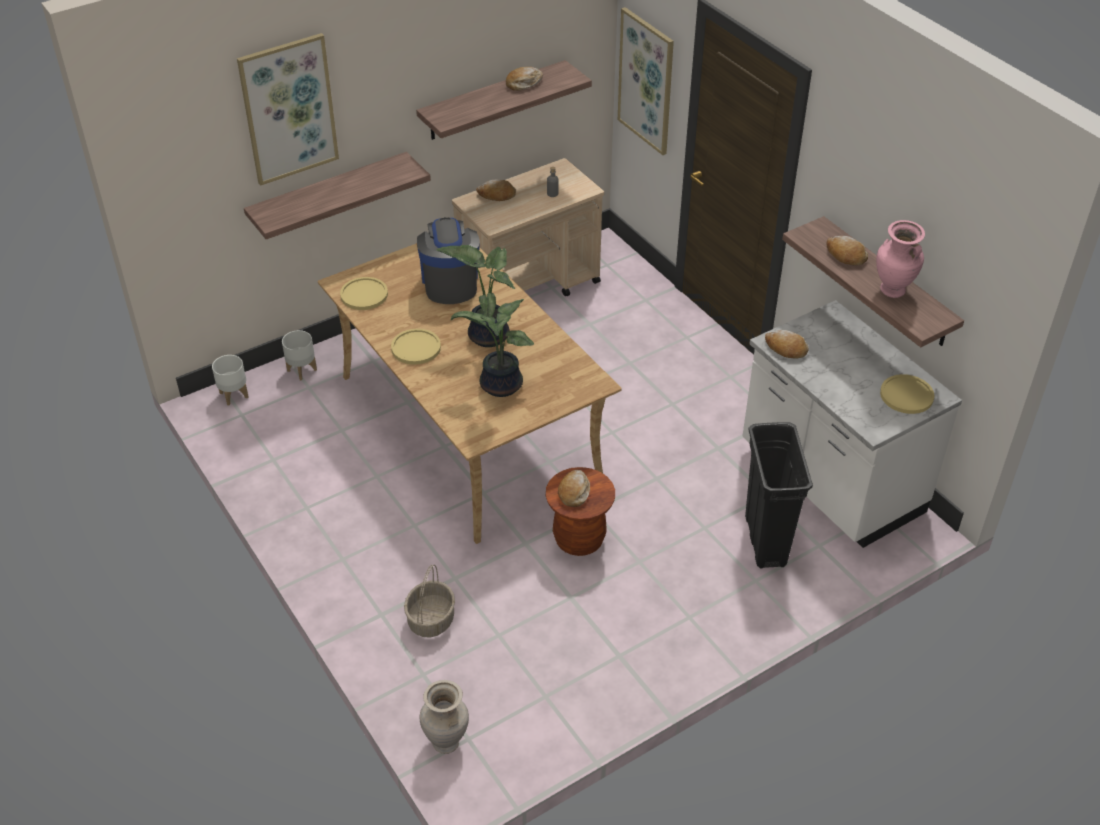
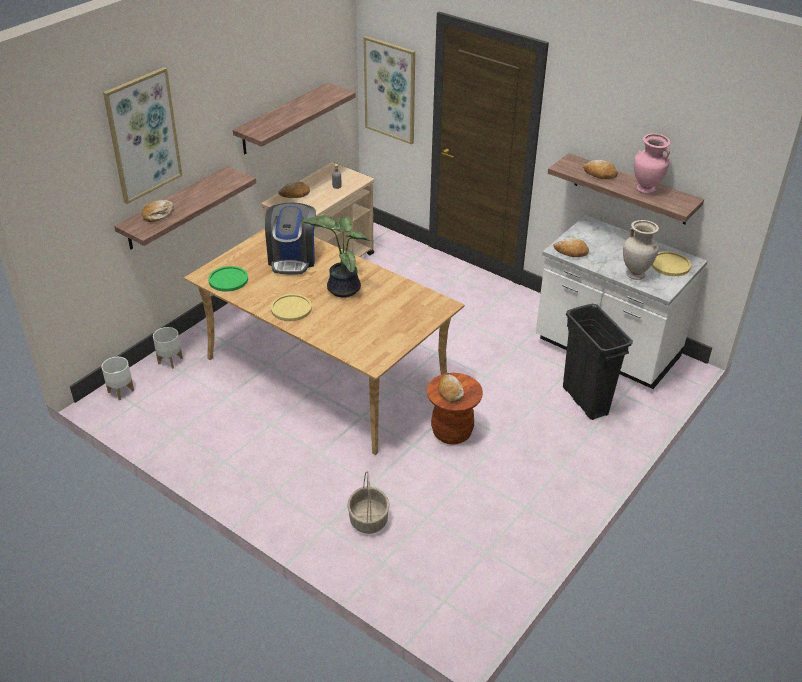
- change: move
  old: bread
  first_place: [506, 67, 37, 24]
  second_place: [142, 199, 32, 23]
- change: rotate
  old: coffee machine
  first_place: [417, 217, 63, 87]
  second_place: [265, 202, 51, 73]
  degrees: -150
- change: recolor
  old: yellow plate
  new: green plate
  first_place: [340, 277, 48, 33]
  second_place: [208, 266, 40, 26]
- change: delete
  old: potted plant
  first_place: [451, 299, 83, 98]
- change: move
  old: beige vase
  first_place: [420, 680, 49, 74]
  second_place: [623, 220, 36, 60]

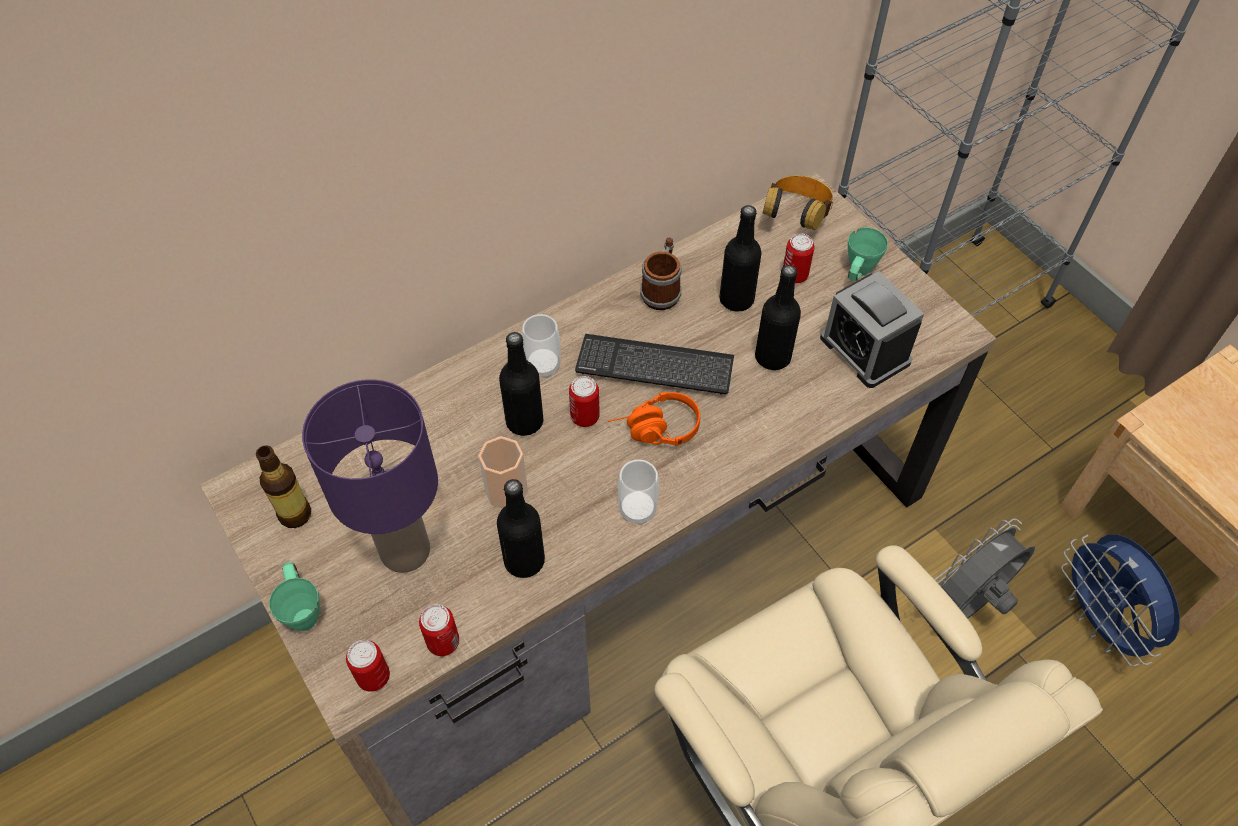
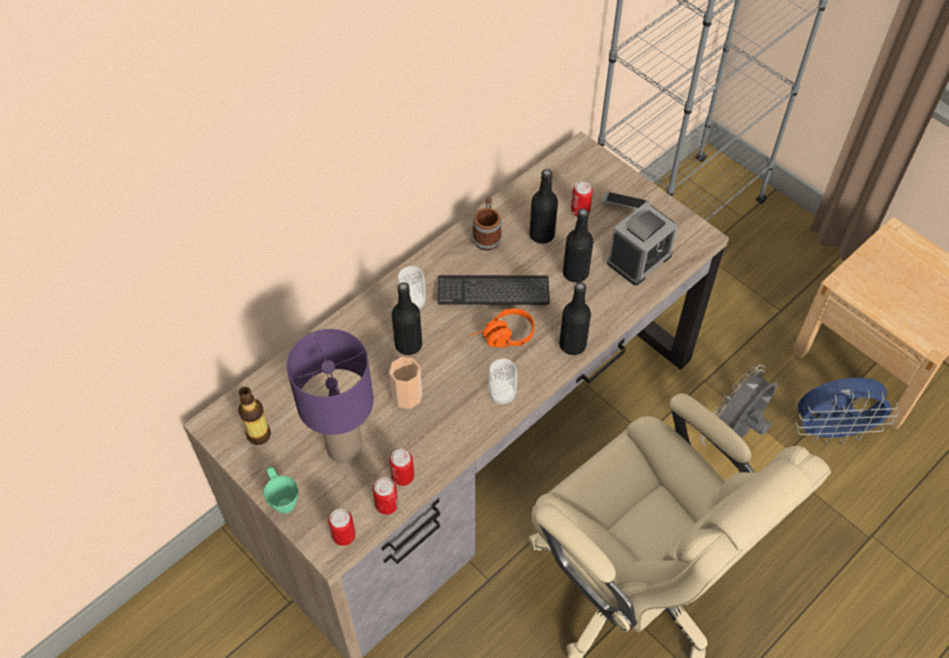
- change: delete
  old: headphones
  first_place: [762, 176, 71, 54]
- change: replace
  old: green mug
  new: phone
  first_place: [848, 227, 40, 54]
  second_place: [602, 192, 47, 17]
- change: rotate
  old: alarm clock
  first_place: [820, 271, 104, 117]
  second_place: [607, 202, 71, 83]
  degrees: -90
- change: move
  old: can
  first_place: [569, 376, 31, 51]
  second_place: [389, 449, 25, 37]
- change: move
  old: black bottle
  first_place: [497, 479, 48, 99]
  second_place: [559, 282, 32, 73]
- change: rotate
  old: blue fan
  first_place: [1061, 534, 119, 133]
  second_place: [795, 378, 103, 67]
  degrees: -60

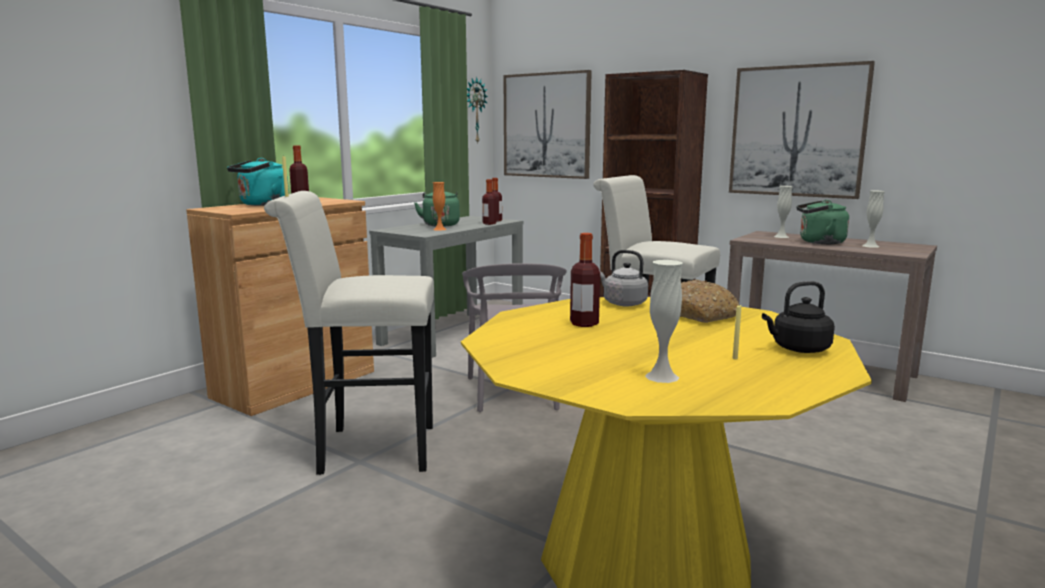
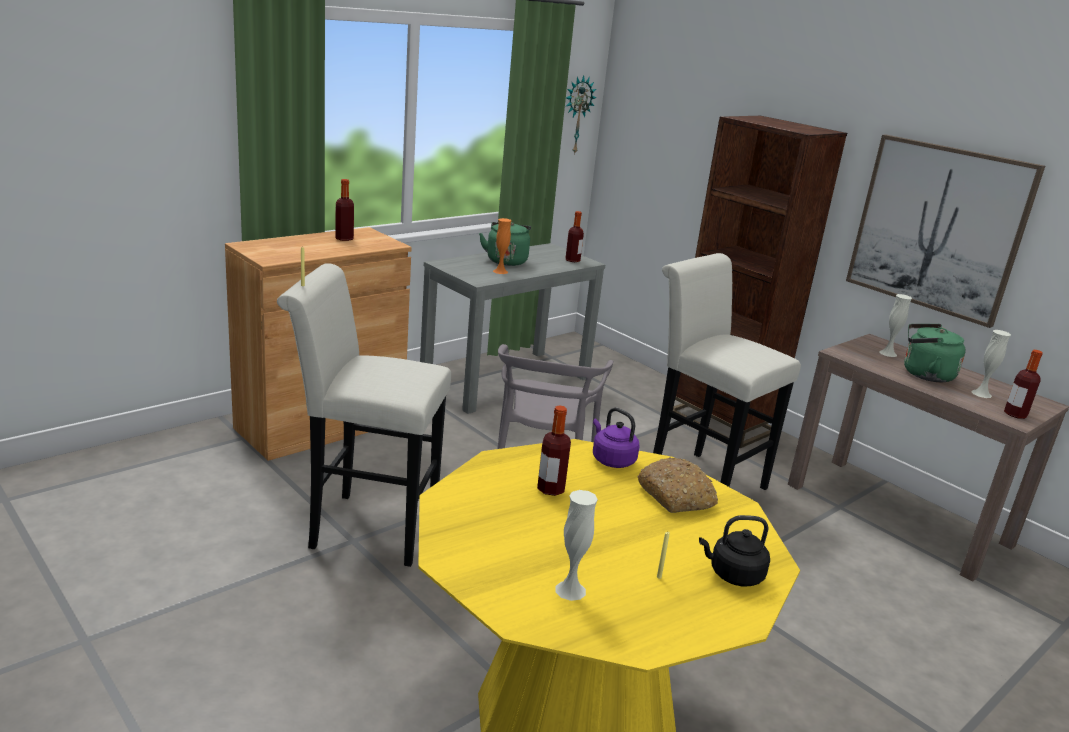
- change: delete
  old: picture
  first_place: [504, 70, 88, 109]
- change: delete
  old: turquoise kettle
  first_place: [227, 158, 62, 48]
- change: move
  old: bottle
  first_place: [482, 179, 15, 46]
  second_place: [1004, 350, 39, 69]
- change: recolor
  old: grey kettle
  new: purple kettle
  first_place: [599, 250, 49, 56]
  second_place: [593, 408, 47, 60]

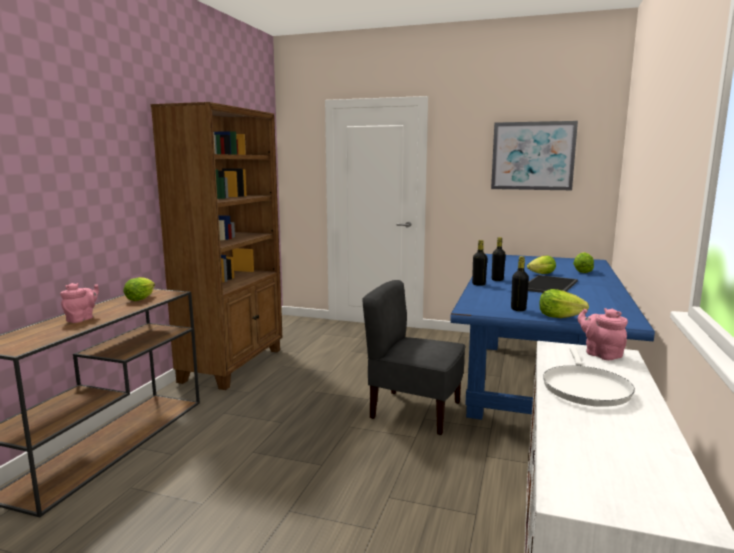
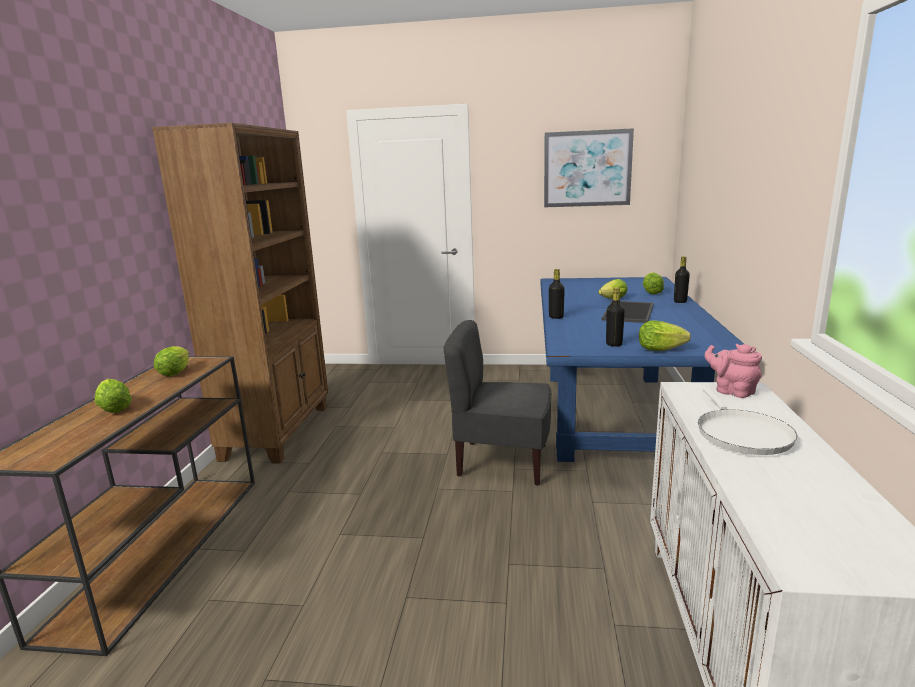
- change: move
  old: black bottle
  first_place: [492, 237, 14, 44]
  second_place: [674, 256, 16, 47]
- change: replace
  old: pink teapot
  new: lettuce
  first_place: [60, 283, 39, 40]
  second_place: [95, 379, 37, 34]

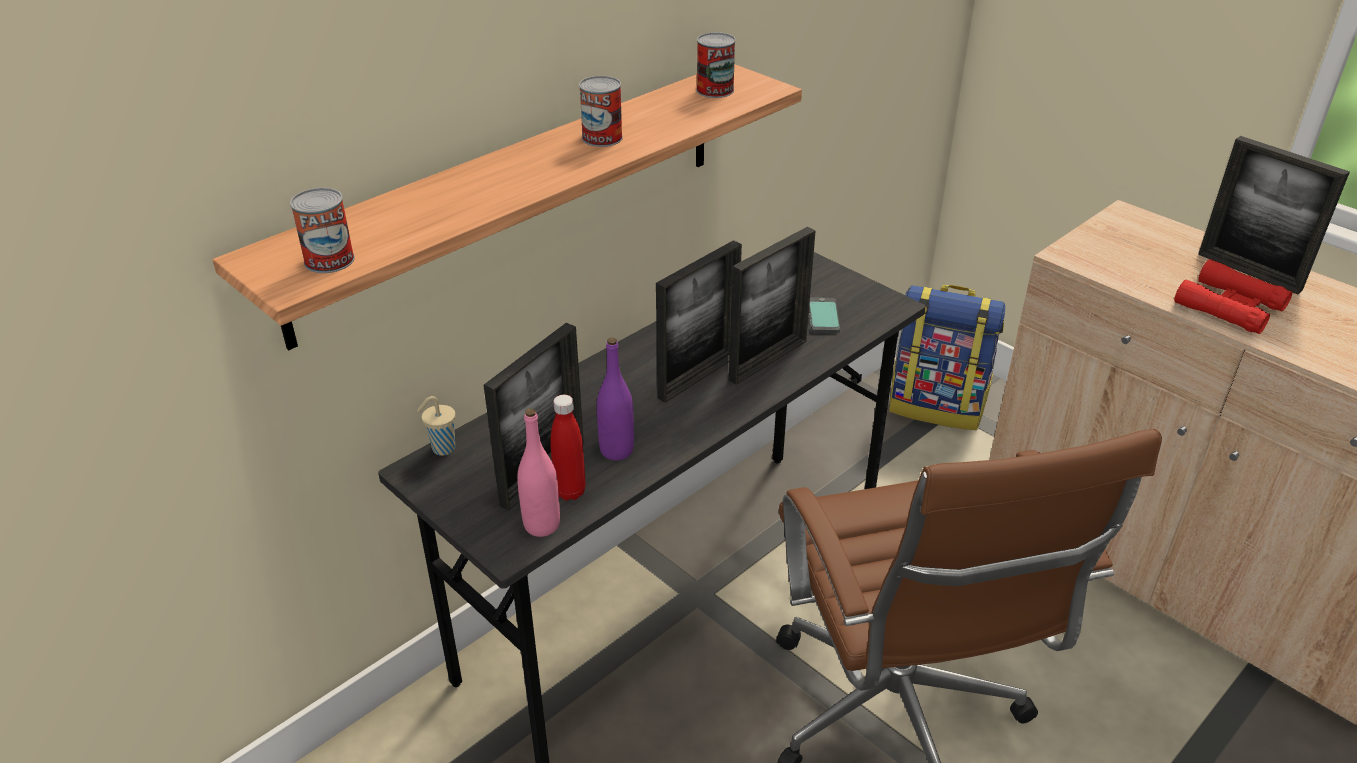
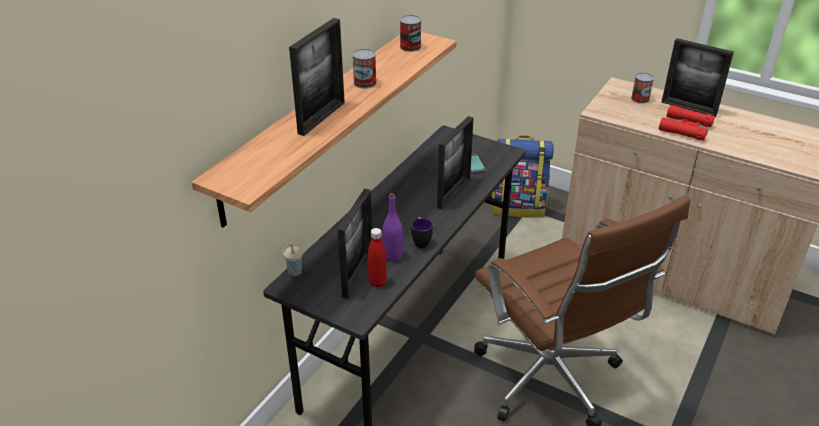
- change: move
  old: can
  first_place: [290, 188, 65, 85]
  second_place: [631, 73, 23, 31]
- change: move
  old: picture frame
  first_place: [656, 240, 86, 163]
  second_place: [289, 18, 56, 118]
- change: delete
  old: pink bottle
  first_place: [517, 408, 43, 129]
- change: insert
  new: mug
  second_place: [411, 217, 22, 31]

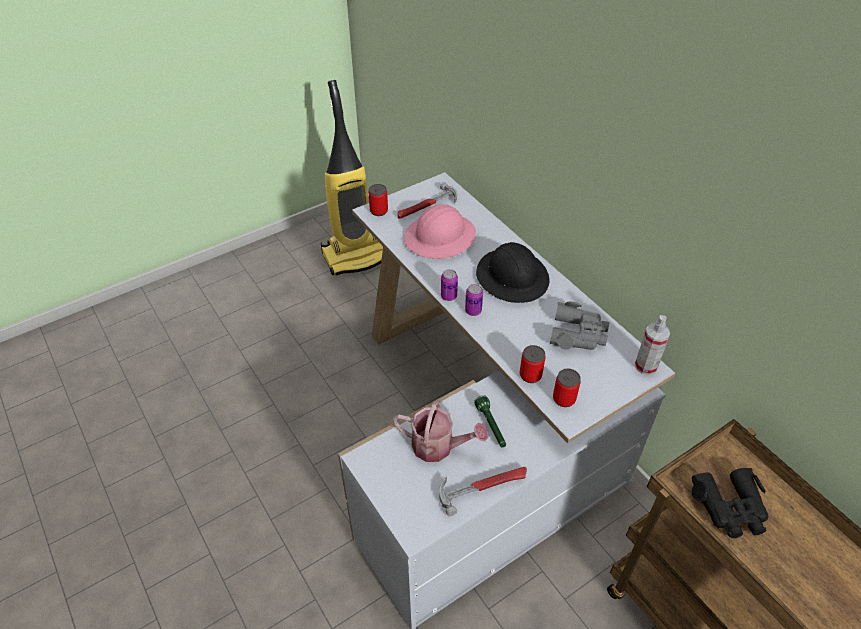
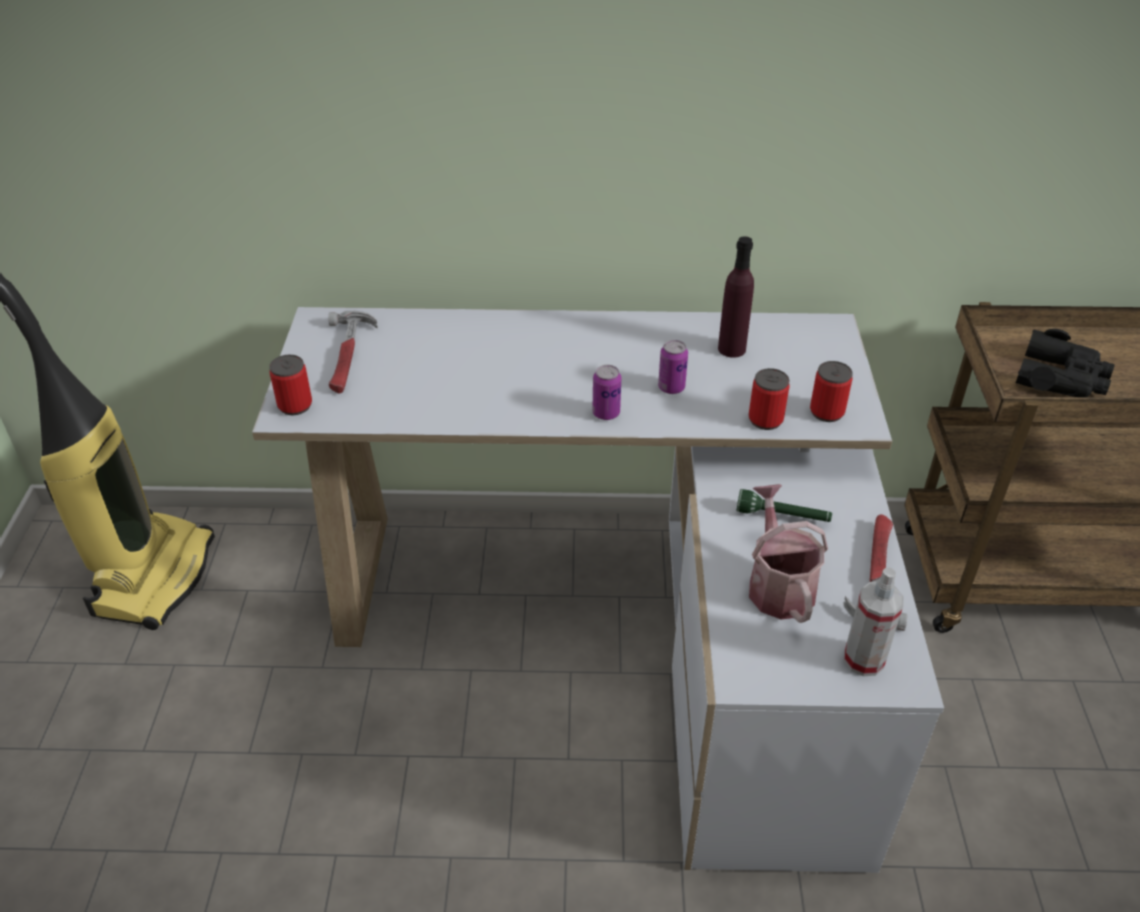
- change: delete
  old: pink hard hat
  first_place: [404, 204, 72, 55]
- change: delete
  old: black hard hat
  first_place: [476, 242, 73, 61]
- change: move
  old: can
  first_place: [441, 269, 17, 32]
  second_place: [658, 340, 30, 54]
- change: replace
  old: grey binoculars
  new: purple bottle
  first_place: [550, 302, 59, 48]
  second_place: [718, 236, 36, 122]
- change: move
  old: spray bottle
  first_place: [635, 315, 35, 60]
  second_place: [844, 567, 59, 109]
- change: rotate
  old: watering can
  first_place: [393, 401, 95, 61]
  second_place: [749, 484, 79, 139]
  degrees: -60

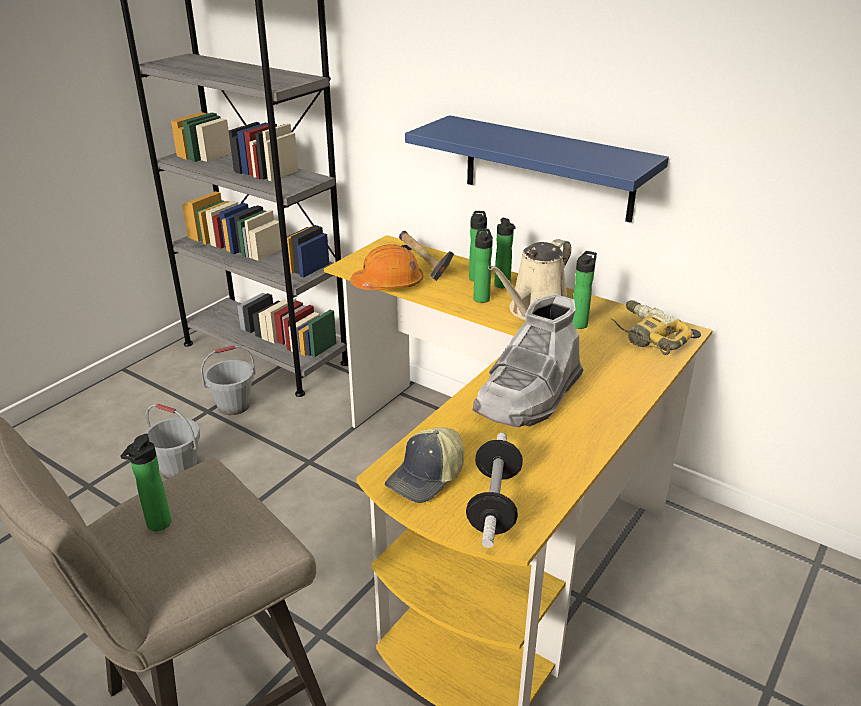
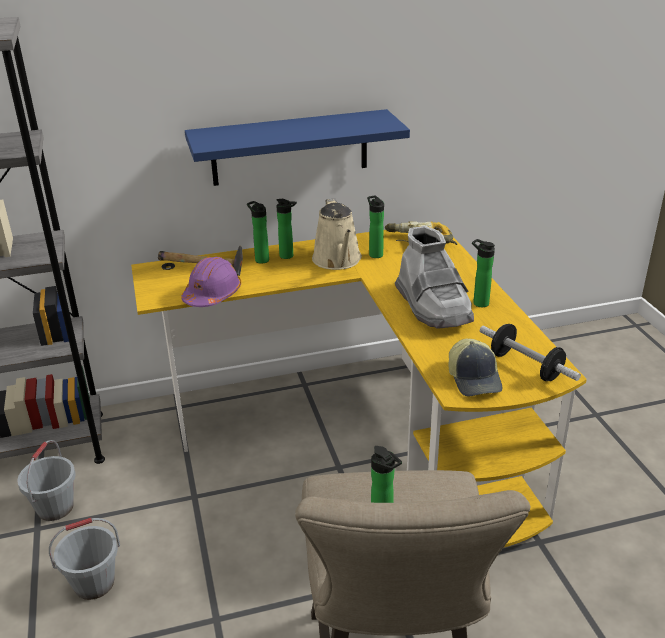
- change: move
  old: bottle
  first_place: [473, 229, 20, 74]
  second_place: [472, 239, 23, 68]
- change: recolor
  old: orange hard hat
  new: purple hard hat
  first_place: [350, 244, 73, 46]
  second_place: [181, 257, 60, 50]

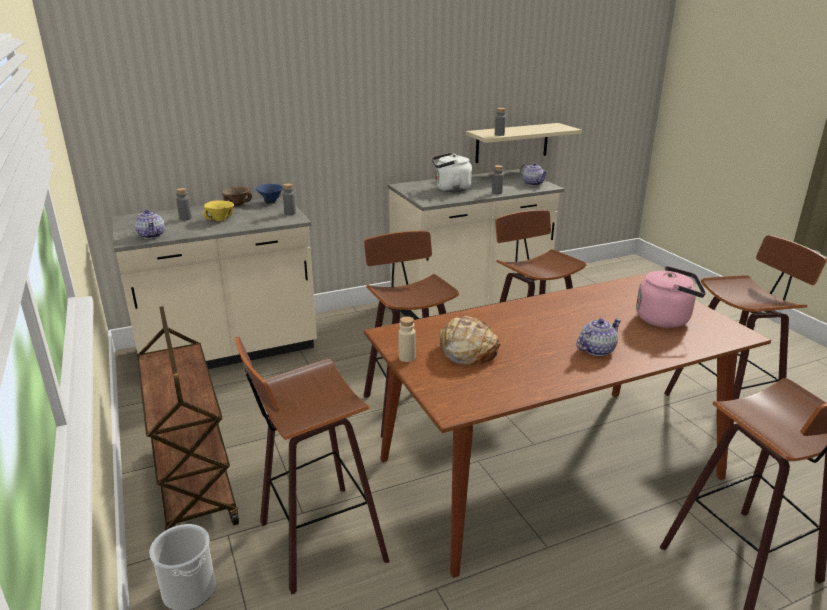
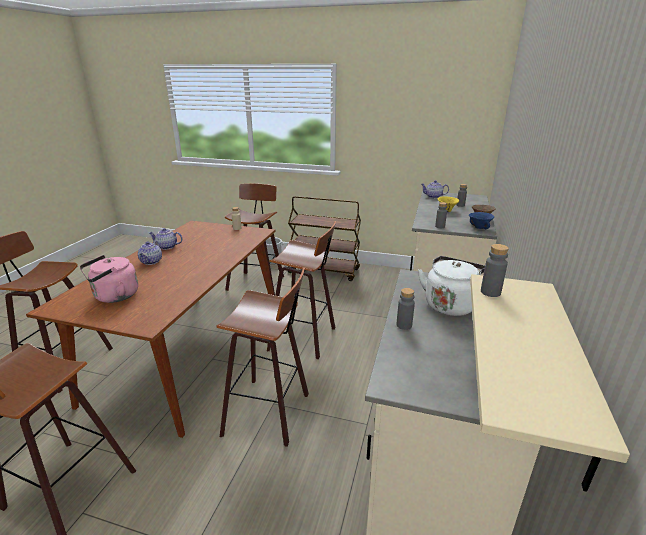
- change: move
  old: teapot
  first_place: [521, 163, 27, 23]
  second_place: [149, 228, 34, 22]
- change: delete
  old: bread
  first_place: [437, 316, 64, 49]

